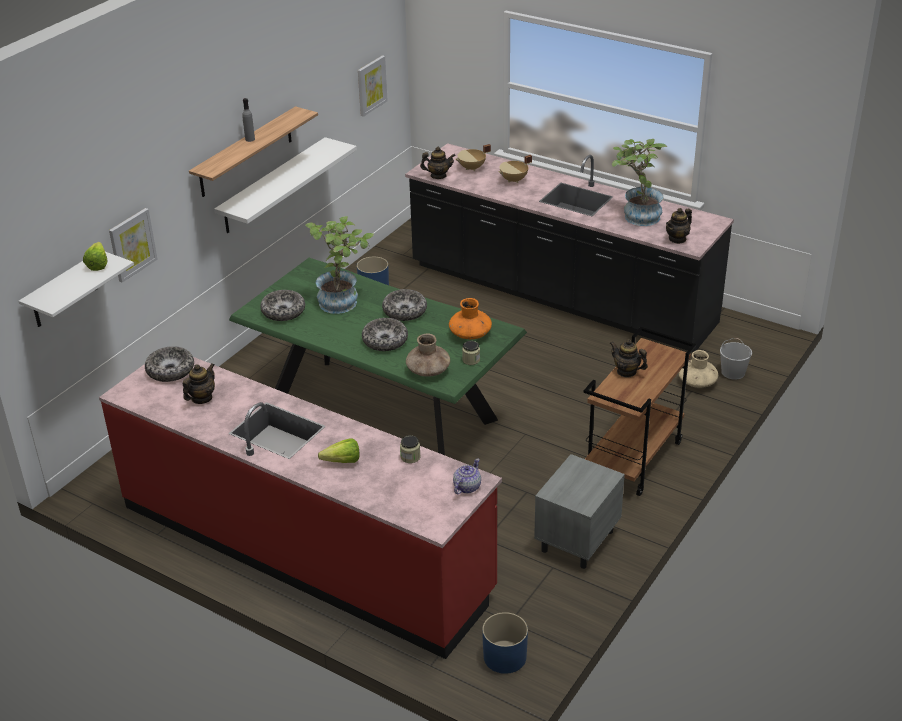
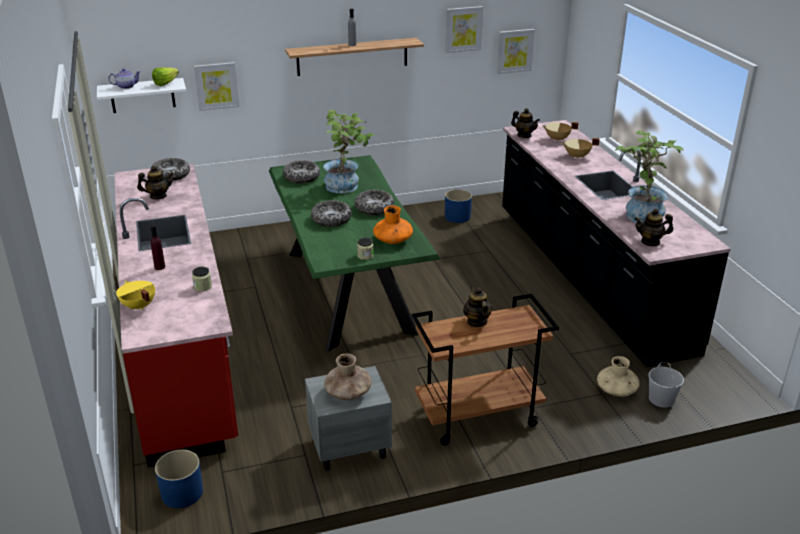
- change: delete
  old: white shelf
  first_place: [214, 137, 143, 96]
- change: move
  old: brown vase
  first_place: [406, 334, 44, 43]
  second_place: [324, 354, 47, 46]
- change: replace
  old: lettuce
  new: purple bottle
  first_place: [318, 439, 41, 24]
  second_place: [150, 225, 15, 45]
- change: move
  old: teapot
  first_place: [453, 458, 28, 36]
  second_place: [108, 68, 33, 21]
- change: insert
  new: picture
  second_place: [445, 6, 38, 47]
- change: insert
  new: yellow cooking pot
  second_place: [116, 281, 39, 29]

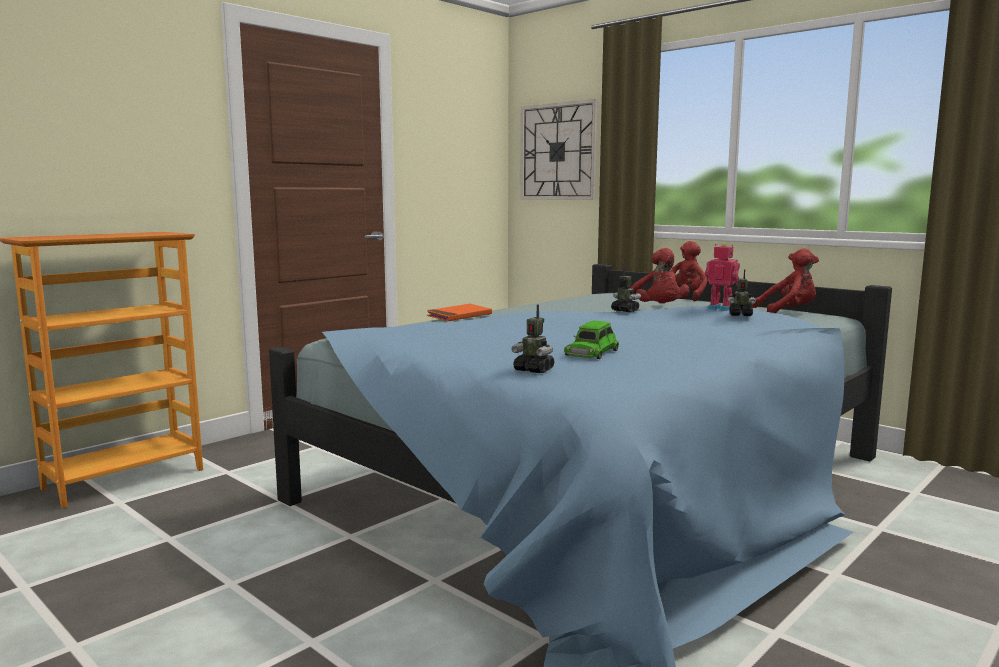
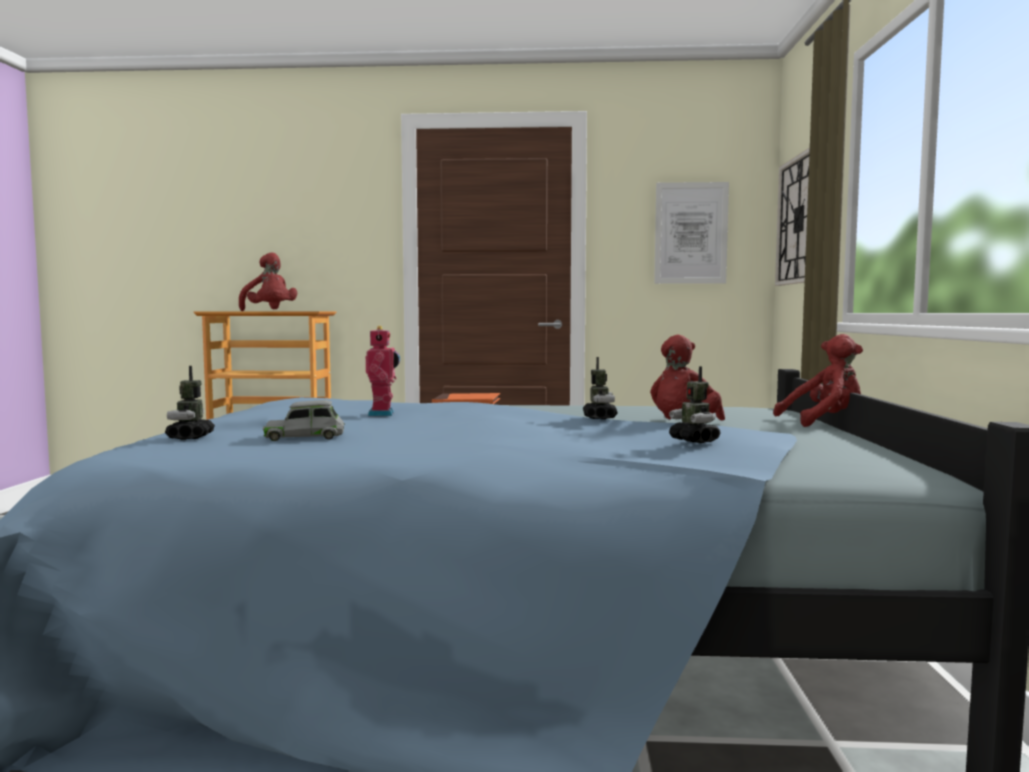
- change: move
  old: toy robot
  first_place: [705, 243, 35, 68]
  second_place: [366, 326, 34, 90]
- change: move
  old: red plush toy
  first_place: [752, 248, 67, 65]
  second_place: [239, 252, 59, 59]
- change: recolor
  old: green toy car
  new: grey toy car
  first_place: [564, 320, 55, 39]
  second_place: [263, 400, 82, 41]
- change: insert
  new: picture
  second_place: [654, 182, 75, 102]

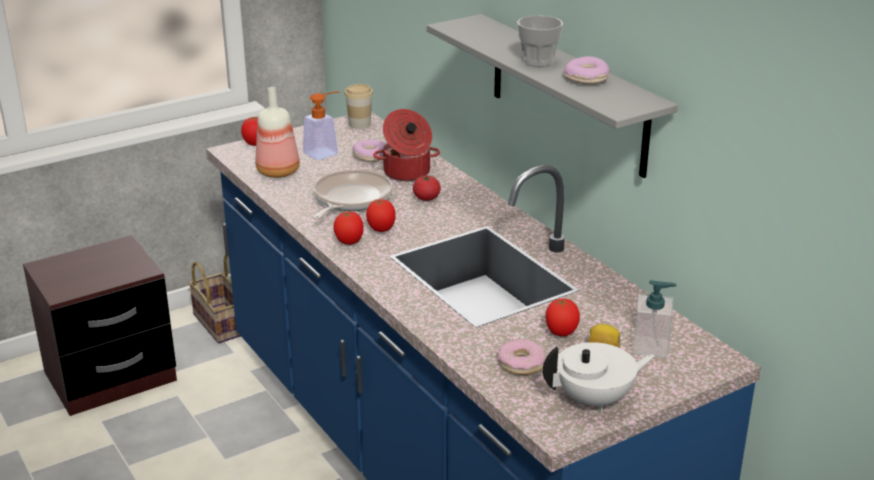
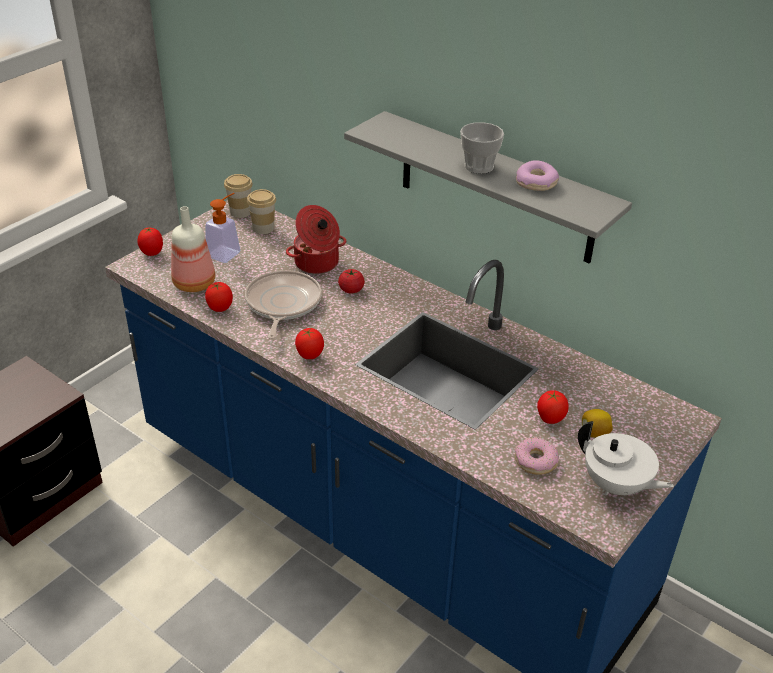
- change: delete
  old: donut
  first_place: [352, 139, 34, 23]
- change: move
  old: tomato
  first_place: [366, 199, 30, 33]
  second_place: [205, 282, 28, 30]
- change: delete
  old: basket
  first_place: [189, 254, 52, 89]
- change: delete
  old: soap dispenser
  first_place: [633, 280, 43, 78]
- change: rotate
  old: white teapot
  first_place: [543, 342, 112, 70]
  second_place: [578, 421, 96, 74]
  degrees: 75
- change: insert
  new: cup
  second_place: [247, 189, 29, 45]

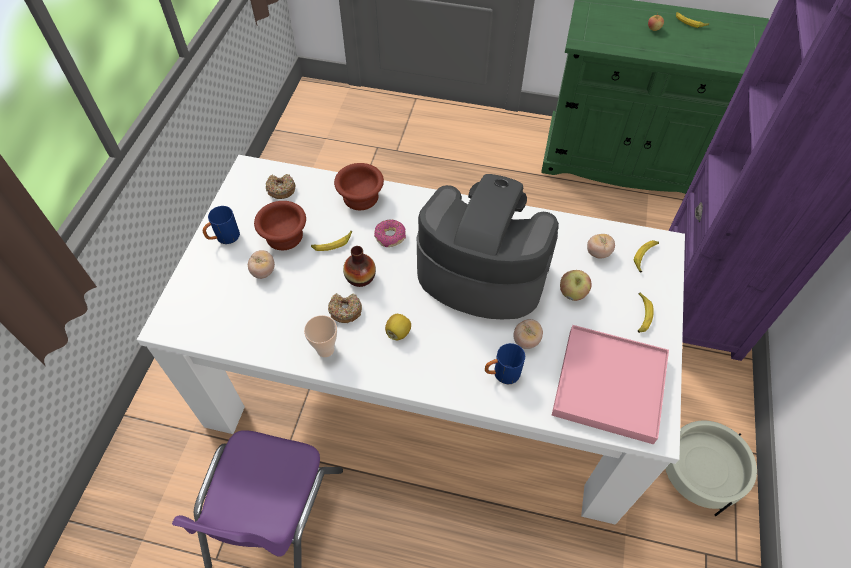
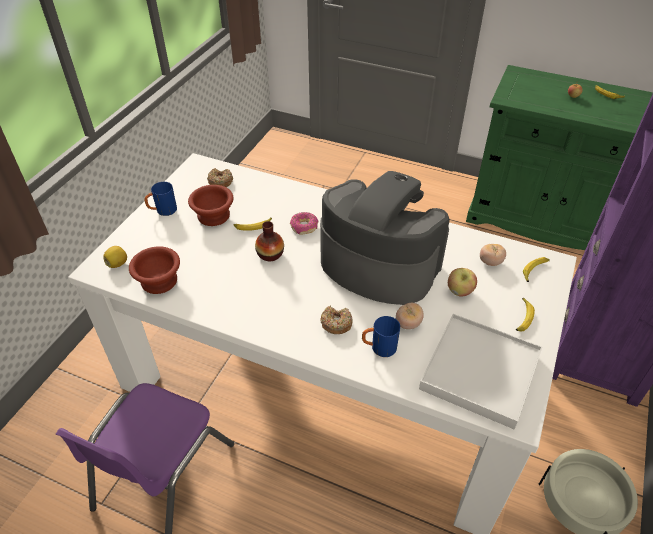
- change: move
  old: brown bowl
  first_place: [334, 163, 50, 47]
  second_place: [129, 246, 51, 48]
- change: delete
  old: tomato
  first_place: [248, 250, 27, 29]
- change: move
  old: donut
  first_place: [328, 293, 34, 30]
  second_place: [321, 305, 32, 29]
- change: move
  old: lemon
  first_place: [385, 314, 26, 26]
  second_place: [103, 246, 24, 22]
- change: delete
  old: cup
  first_place: [304, 315, 33, 42]
- change: recolor
  old: pink tray
  new: white tray
  first_place: [552, 325, 117, 119]
  second_place: [419, 314, 123, 115]

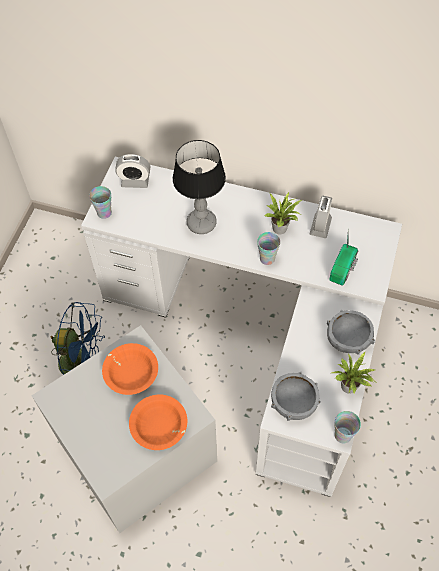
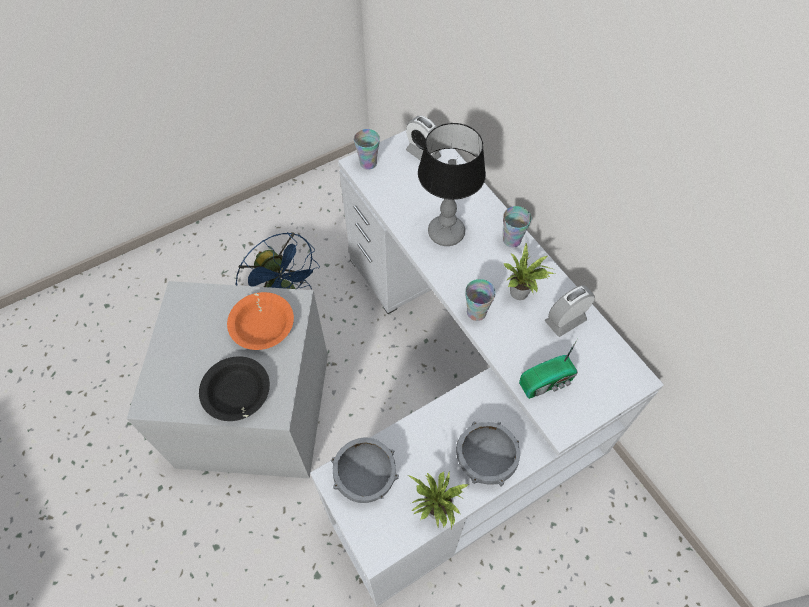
- change: recolor
  old: orange bowl
  new: black bowl
  first_place: [129, 394, 58, 56]
  second_place: [199, 356, 71, 65]
- change: move
  old: cup
  first_place: [334, 411, 27, 33]
  second_place: [503, 206, 29, 42]

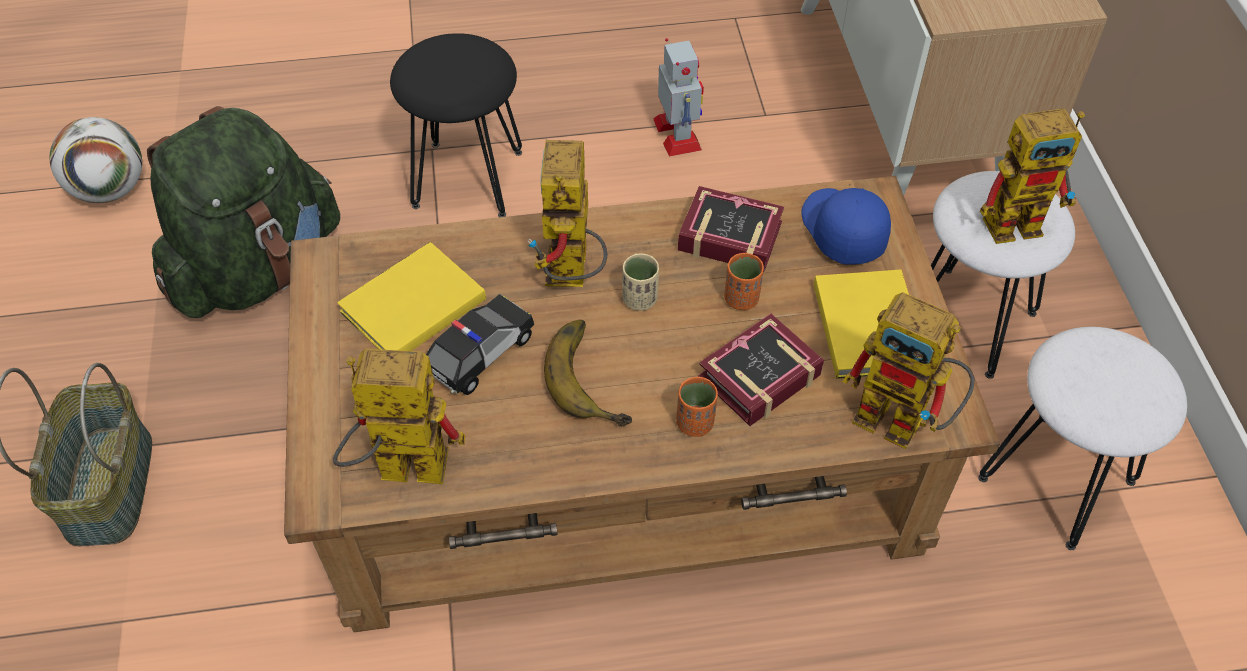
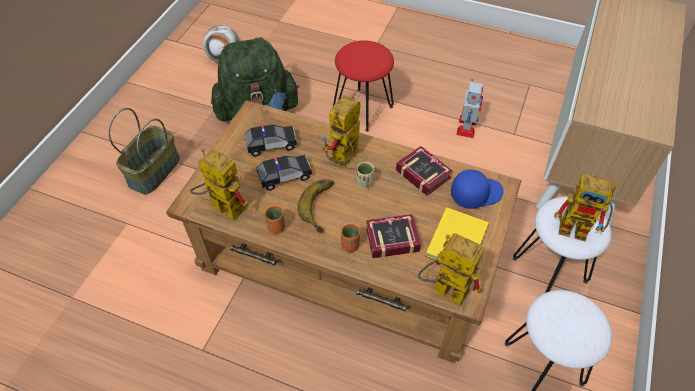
- change: recolor
  old: black stool
  new: red stool
  first_place: [390, 33, 132, 184]
  second_place: [333, 40, 61, 92]
- change: rotate
  old: blue cap
  first_place: [801, 188, 90, 77]
  second_place: [451, 169, 53, 40]
  degrees: 60
- change: replace
  old: yellow book
  new: toy car
  first_place: [337, 242, 149, 109]
  second_place: [244, 124, 53, 32]
- change: move
  old: orange cup
  first_place: [724, 253, 40, 57]
  second_place: [265, 206, 20, 28]
- change: rotate
  old: toy robot
  first_place: [842, 292, 133, 157]
  second_place: [418, 233, 66, 73]
  degrees: 150

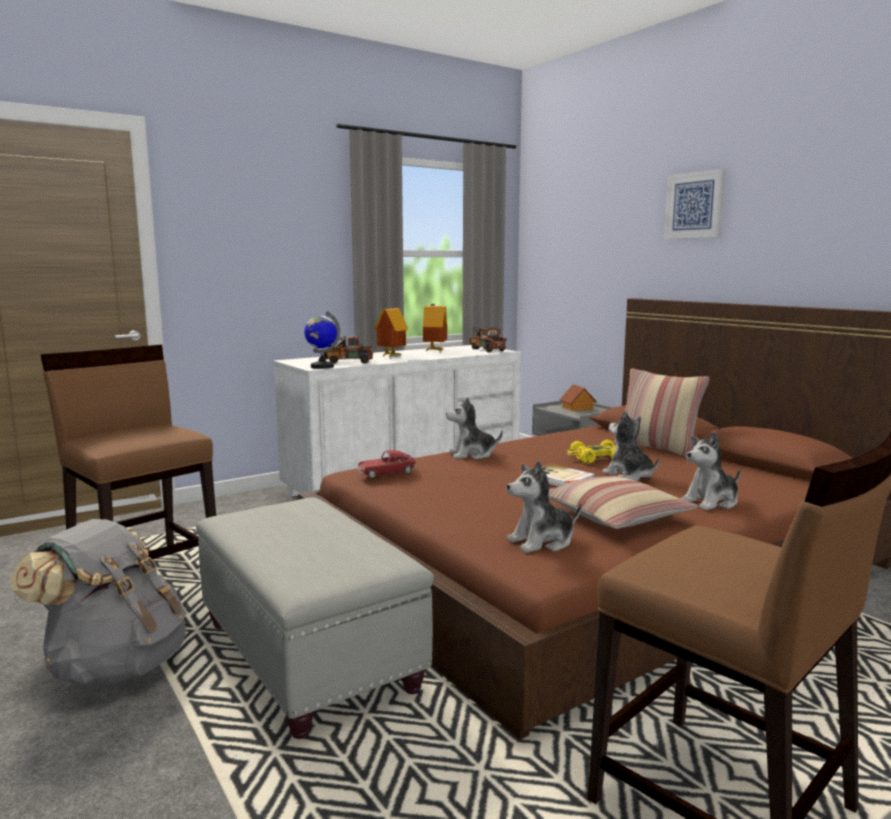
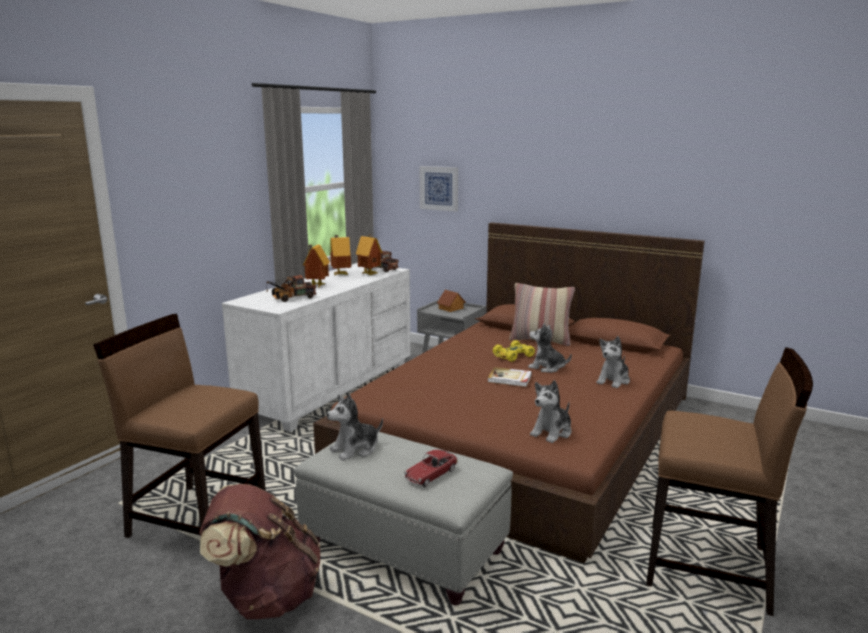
- change: move
  old: picture
  first_place: [664, 169, 61, 70]
  second_place: [420, 166, 38, 46]
- change: delete
  old: globe
  first_place: [304, 311, 36, 58]
- change: move
  old: plush toy
  first_place: [446, 397, 57, 63]
  second_place: [327, 394, 56, 67]
- change: move
  old: toy car
  first_place: [357, 450, 60, 28]
  second_place: [404, 450, 54, 37]
- change: delete
  old: pillow
  first_place: [548, 476, 150, 53]
- change: recolor
  old: grey backpack
  new: brown backpack
  first_place: [10, 519, 177, 166]
  second_place: [200, 484, 121, 135]
- change: insert
  new: toy house
  second_place: [356, 234, 26, 41]

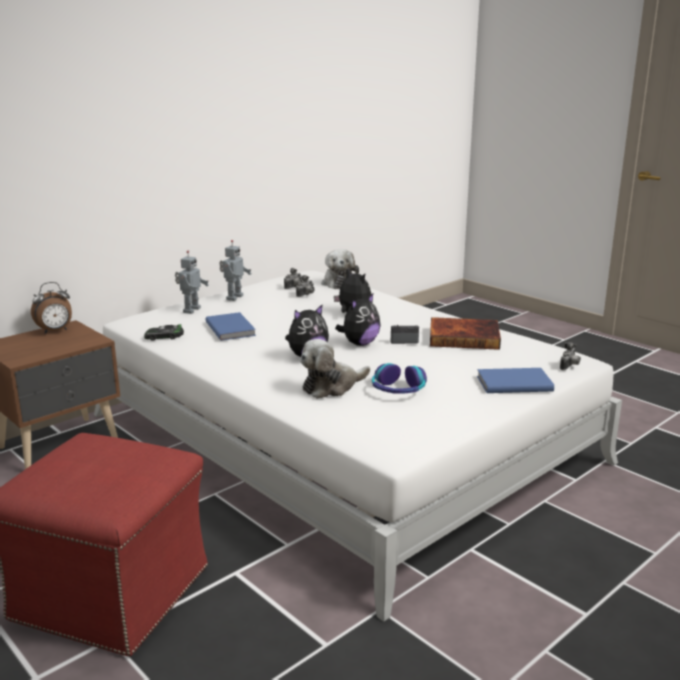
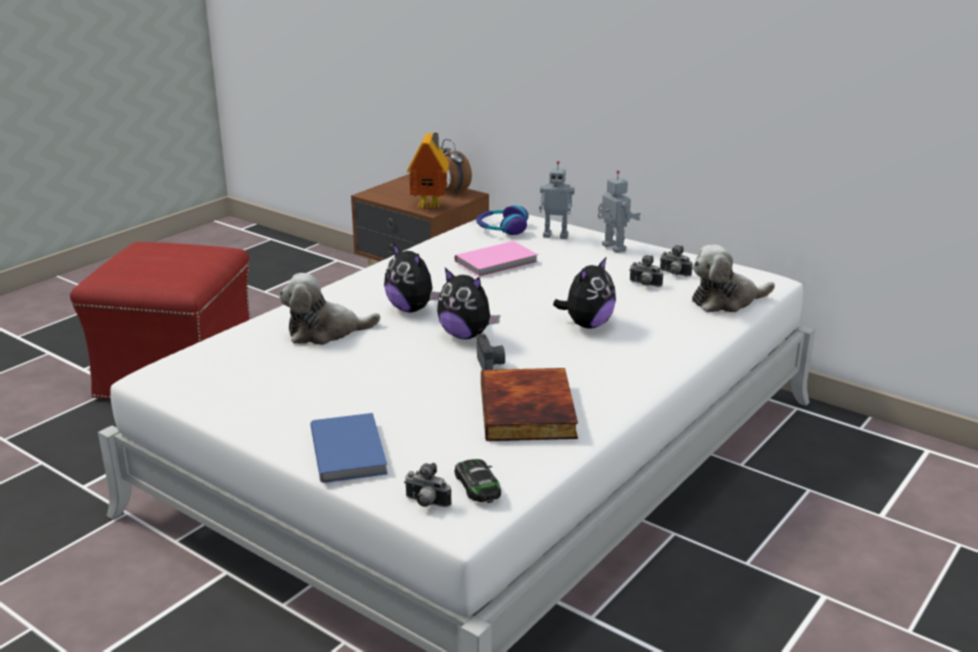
- change: rotate
  old: toy robot
  first_place: [219, 240, 32, 61]
  second_place: [598, 170, 43, 83]
  degrees: -135
- change: recolor
  old: blue book
  new: pink book
  first_place: [206, 312, 50, 29]
  second_place: [455, 241, 83, 36]
- change: move
  old: toy car
  first_place: [144, 324, 40, 17]
  second_place: [455, 459, 46, 44]
- change: rotate
  old: plush toy
  first_place: [300, 339, 70, 60]
  second_place: [279, 273, 101, 72]
  degrees: -60
- change: move
  old: headphones
  first_place: [372, 363, 55, 31]
  second_place: [477, 205, 52, 30]
- change: insert
  new: toy house
  second_place: [407, 133, 42, 76]

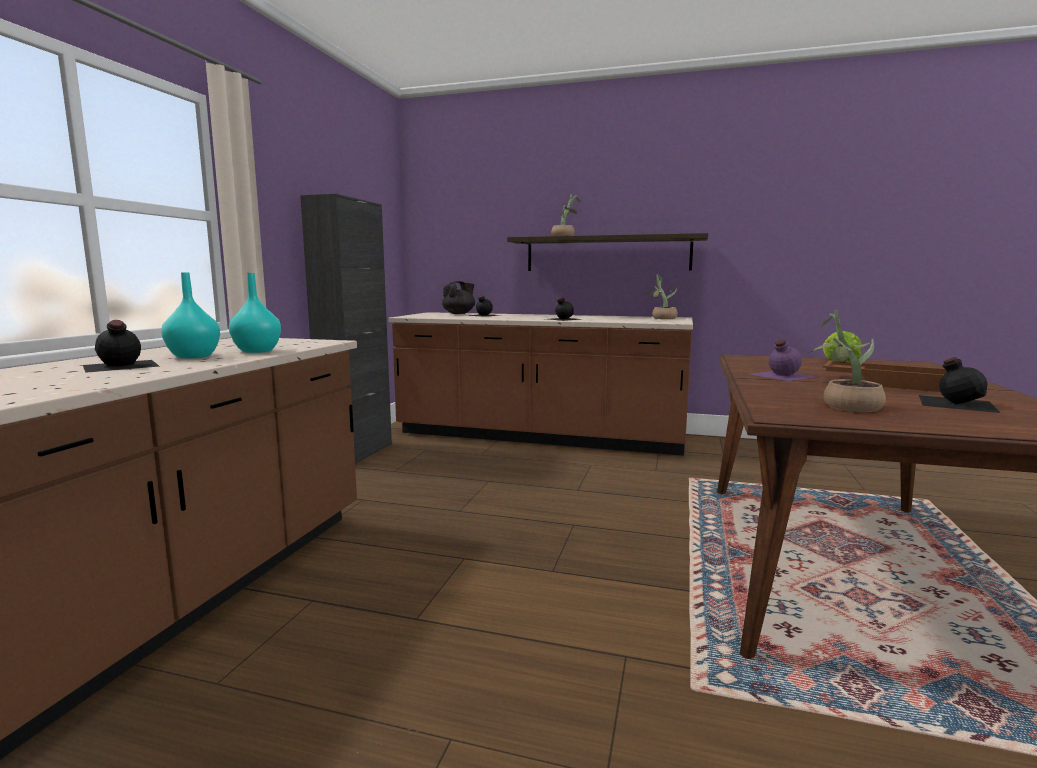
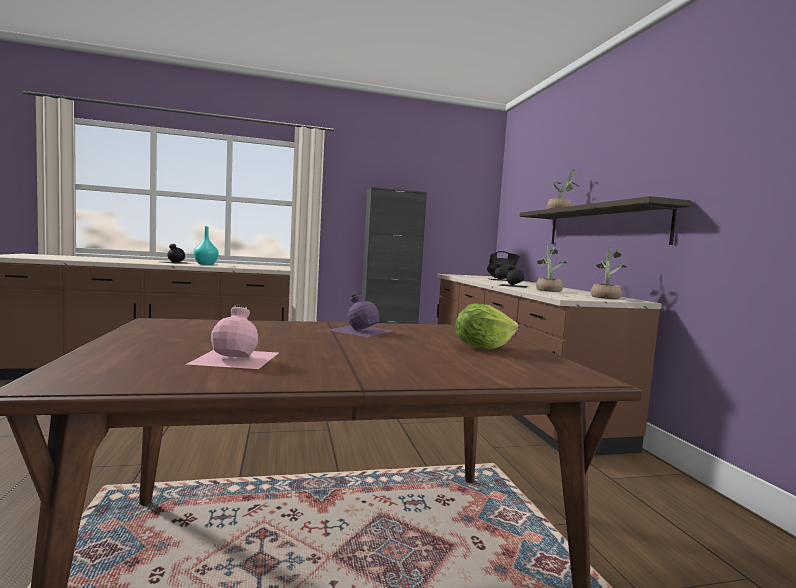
- change: delete
  old: turquoise vase
  first_place: [229, 273, 52, 80]
- change: move
  old: potted plant
  first_place: [811, 311, 75, 101]
  second_place: [536, 245, 31, 47]
- change: recolor
  old: black bottle
  new: pink bottle
  first_place: [919, 357, 81, 56]
  second_place: [187, 304, 91, 65]
- change: delete
  old: brown tray
  first_place: [823, 360, 124, 32]

